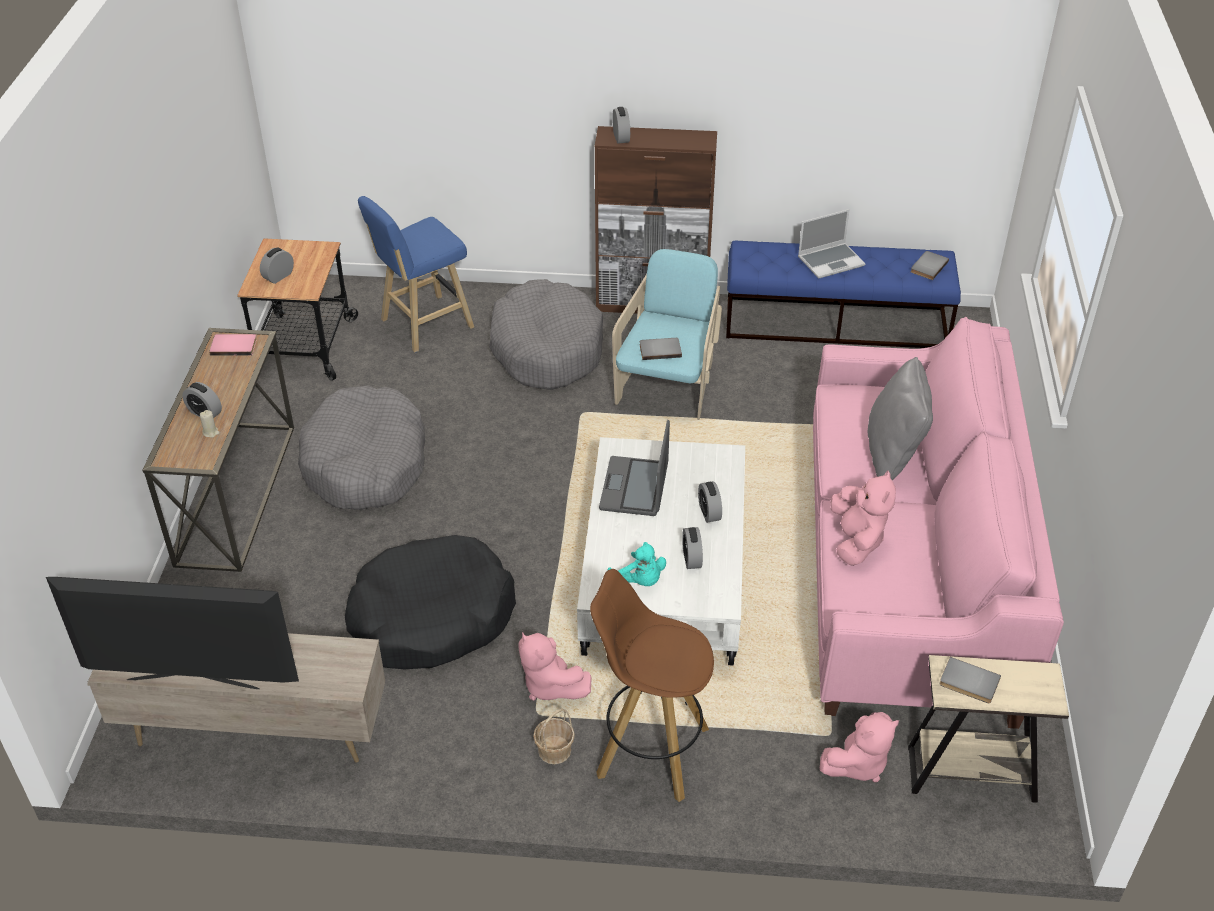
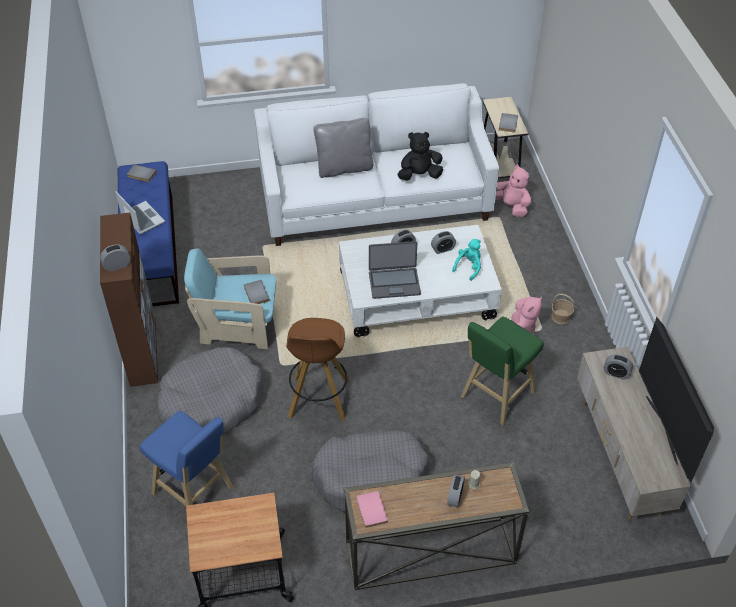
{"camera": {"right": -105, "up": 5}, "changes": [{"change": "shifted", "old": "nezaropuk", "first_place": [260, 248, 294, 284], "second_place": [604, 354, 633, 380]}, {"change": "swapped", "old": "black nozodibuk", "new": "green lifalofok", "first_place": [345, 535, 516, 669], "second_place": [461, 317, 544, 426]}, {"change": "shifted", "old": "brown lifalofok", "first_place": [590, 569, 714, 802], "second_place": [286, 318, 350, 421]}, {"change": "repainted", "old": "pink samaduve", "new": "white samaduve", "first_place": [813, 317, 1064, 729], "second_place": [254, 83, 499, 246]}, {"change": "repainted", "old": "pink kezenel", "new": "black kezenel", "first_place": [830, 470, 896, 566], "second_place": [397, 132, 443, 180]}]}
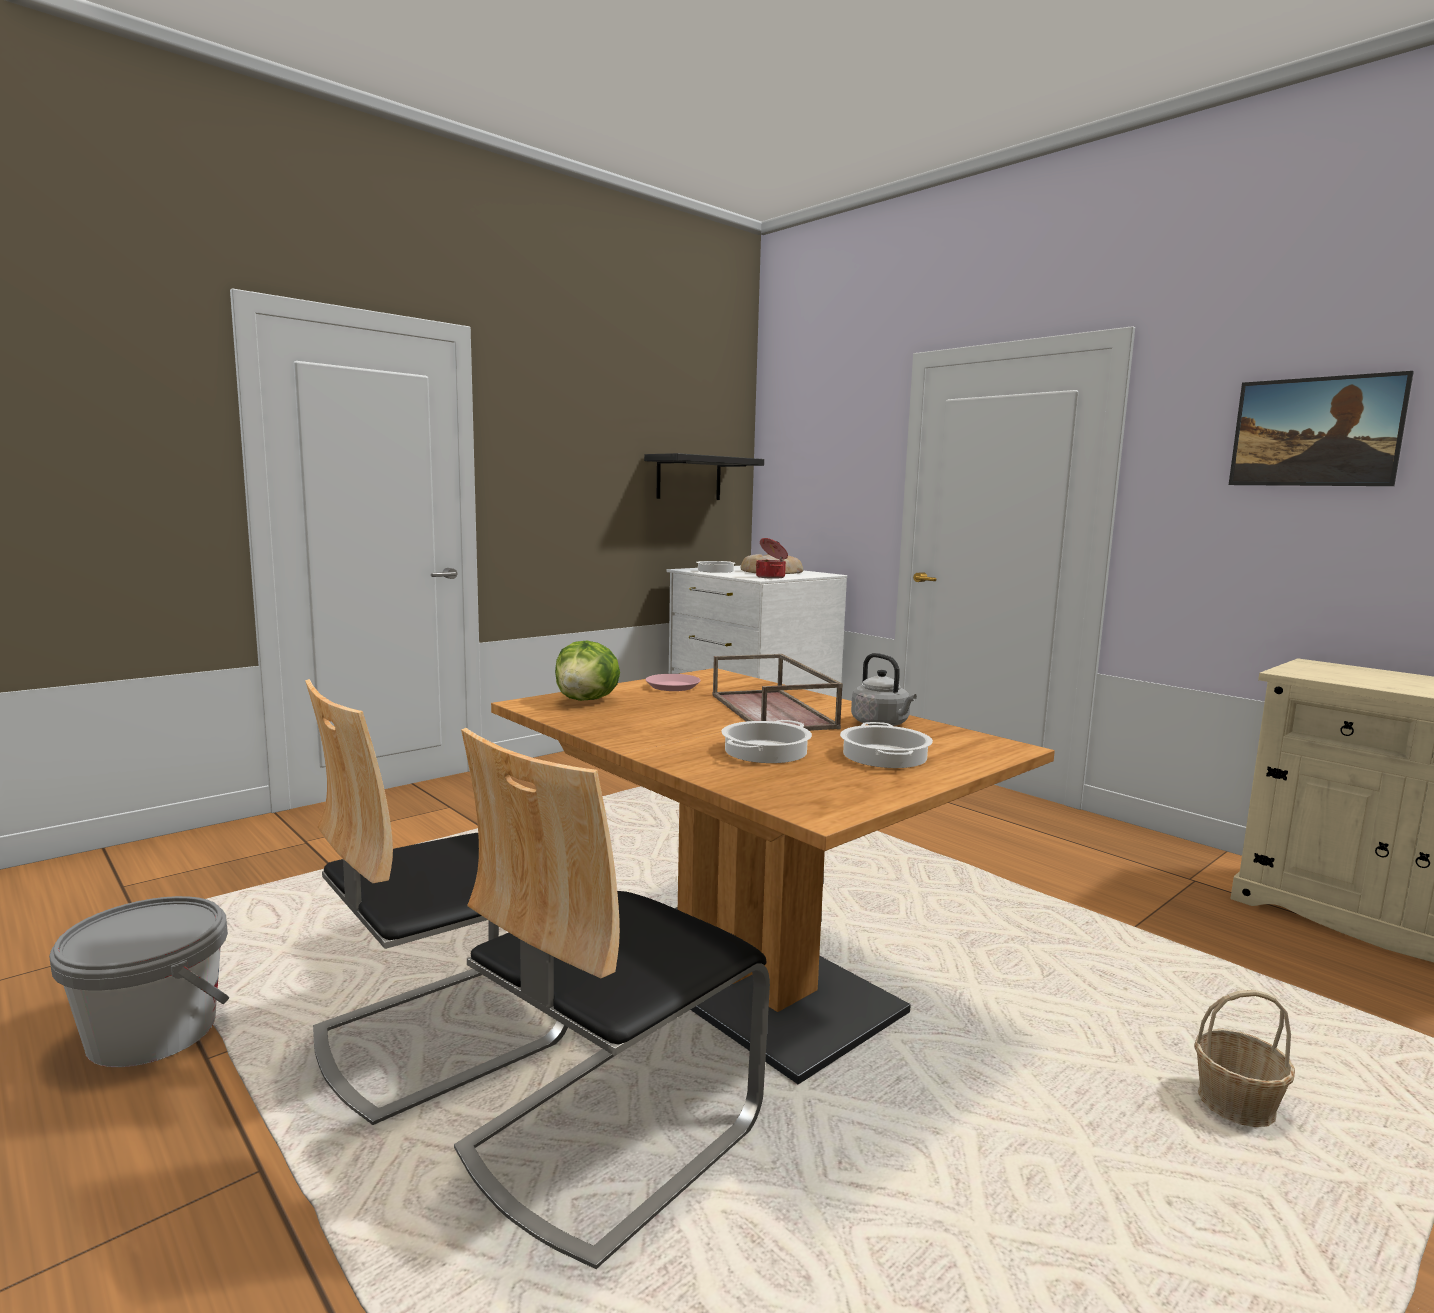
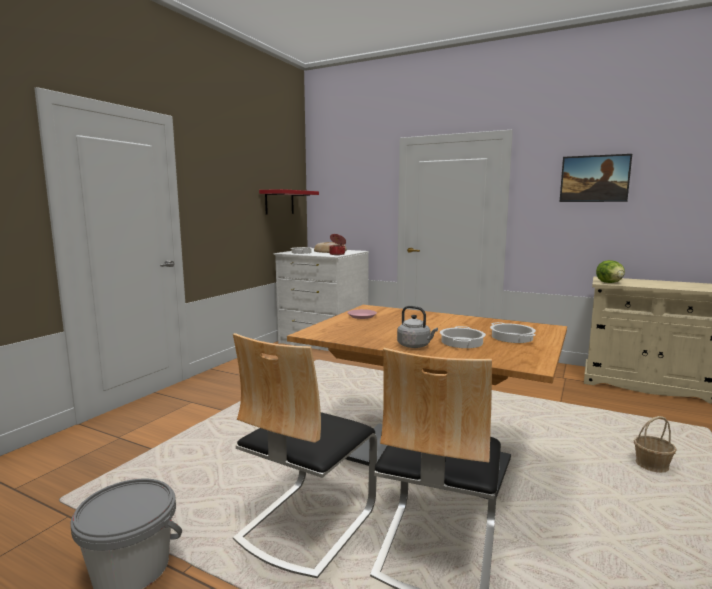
{"camera": {"right": -20, "up": 0}, "changes": [{"change": "shifted", "old": "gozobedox", "first_place": [555, 641, 620, 701], "second_place": [596, 260, 625, 283]}, {"change": "repainted", "old": "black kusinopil", "new": "red kusinopil", "first_place": [644, 453, 764, 500], "second_place": [259, 189, 319, 214]}, {"change": "gone", "old": "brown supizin", "first_place": [713, 654, 843, 731]}, {"change": "shifted", "old": "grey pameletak", "first_place": [851, 653, 917, 726], "second_place": [397, 306, 438, 348]}]}
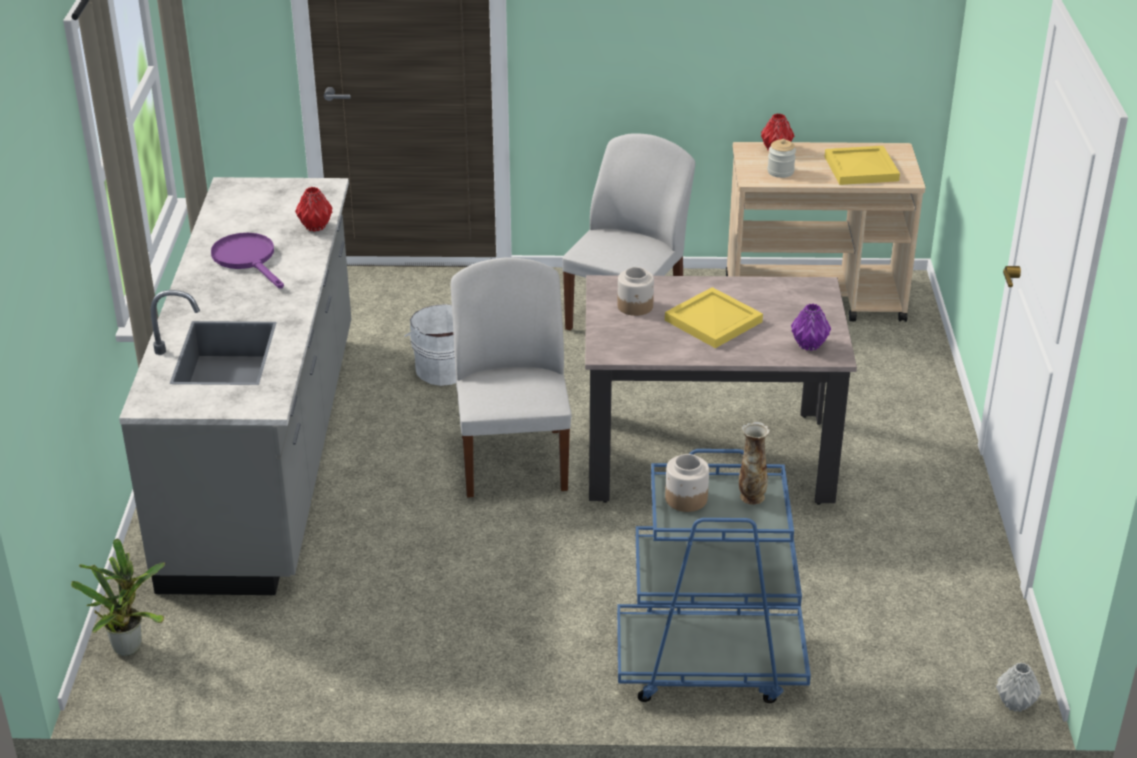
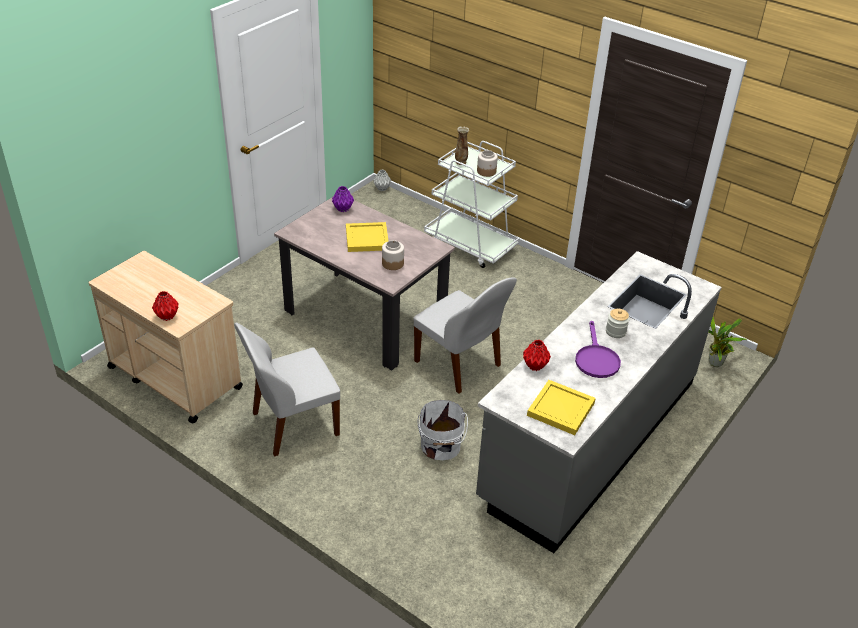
{"camera": {"right": -145, "up": 5}, "changes": [{"change": "rotated", "old": "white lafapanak", "first_place": [451, 257, 571, 498], "second_place": [413, 277, 517, 394], "degrees": -75}, {"change": "repainted", "old": "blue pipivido", "new": "white pipivido", "first_place": [617, 449, 811, 703], "second_place": [424, 141, 520, 268]}, {"change": "shifted", "old": "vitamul", "first_place": [767, 139, 796, 178], "second_place": [606, 309, 630, 338]}, {"change": "shifted", "old": "yellow supizin", "first_place": [825, 146, 900, 185], "second_place": [527, 380, 596, 435]}]}
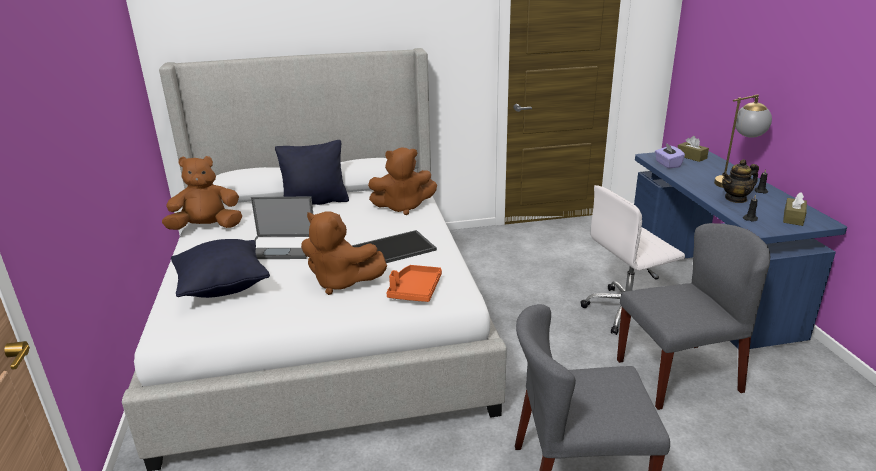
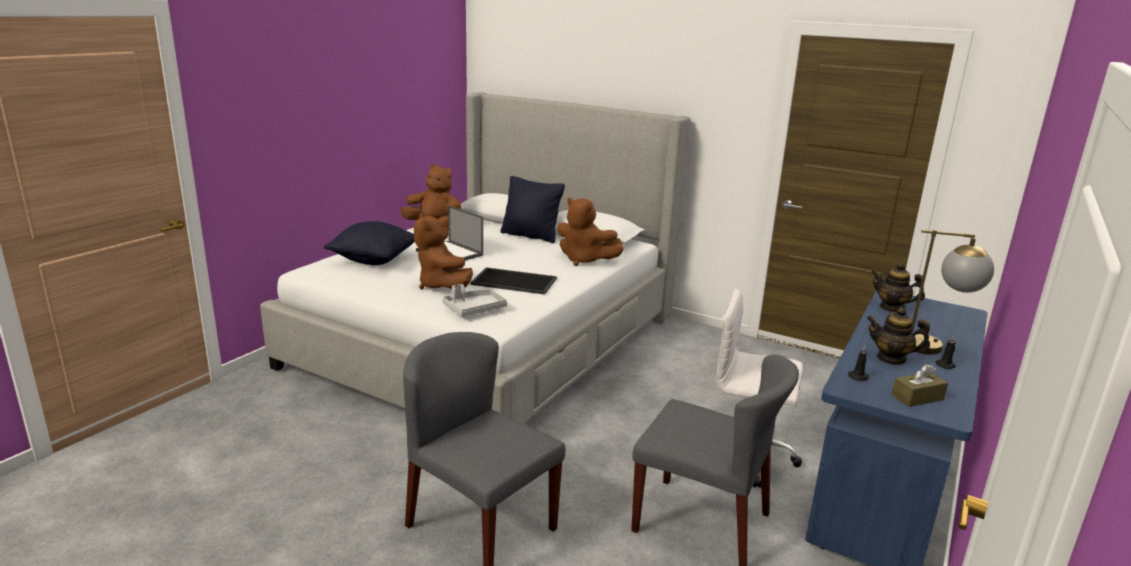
{"camera": {"right": 40, "up": -5}, "changes": [{"change": "repainted", "old": "orange supizin", "new": "grey supizin", "first_place": [387, 265, 442, 302], "second_place": [442, 284, 507, 317]}, {"change": "swapped", "old": "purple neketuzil", "new": "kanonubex", "first_place": [655, 142, 685, 169], "second_place": [871, 263, 925, 312]}, {"change": "gone", "old": "brown neketuzil", "first_place": [678, 136, 709, 162]}]}
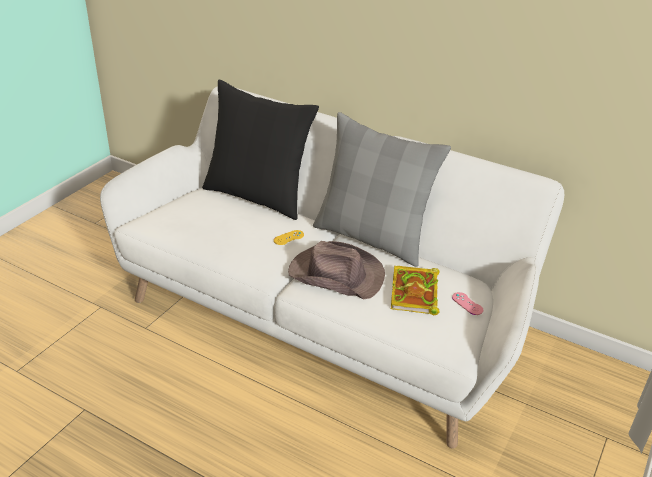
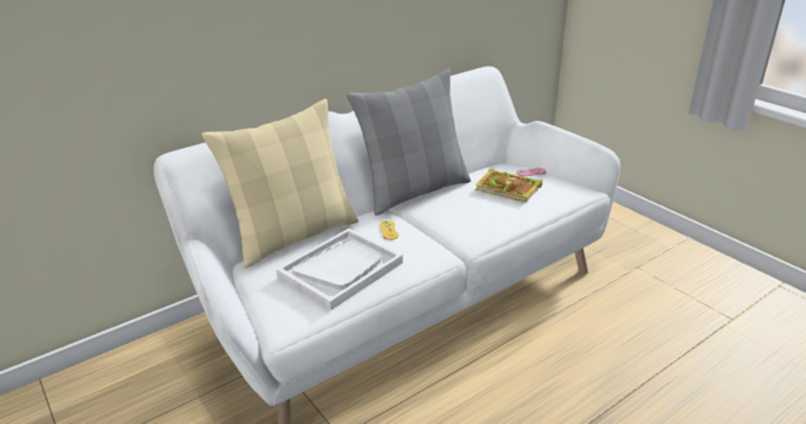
{"camera": {"right": -65, "up": -5}, "changes": [{"change": "repainted", "old": "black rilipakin", "new": "beige rilipakin", "first_place": [202, 80, 319, 220], "second_place": [202, 99, 359, 268]}, {"change": "gone", "old": "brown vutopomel", "first_place": [288, 241, 385, 300]}, {"change": "new", "new": "white supizin", "second_place": [276, 228, 403, 310]}]}
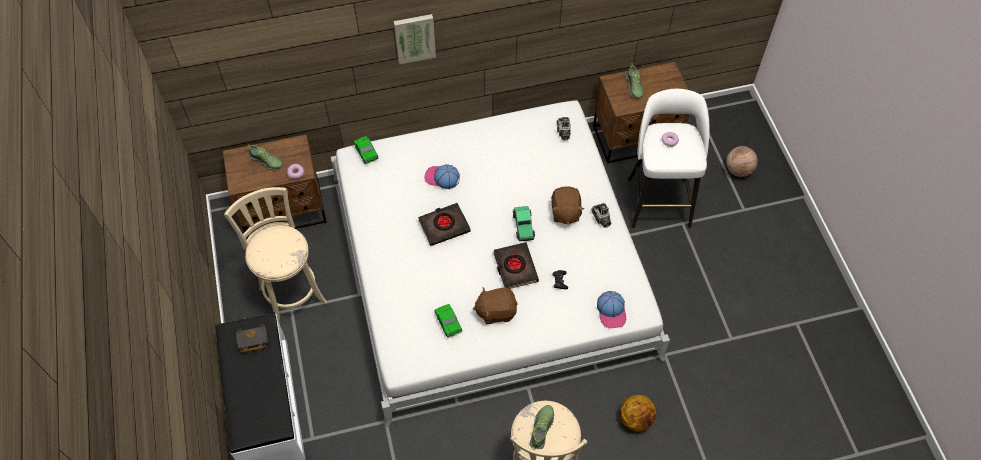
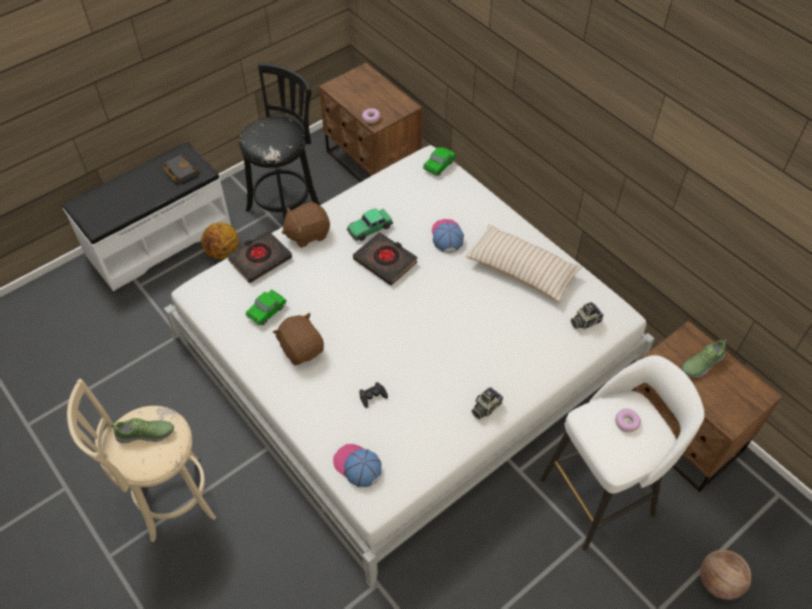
{"camera": {"right": 65, "up": -5}, "changes": [{"change": "repainted", "old": "beige lifalofok", "new": "black lifalofok", "first_place": [224, 187, 327, 322], "second_place": [239, 63, 321, 220]}, {"change": "gone", "old": "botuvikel", "first_place": [248, 144, 283, 170]}, {"change": "gone", "old": "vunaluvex", "first_place": [394, 14, 436, 64]}, {"change": "shifted", "old": "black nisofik", "first_place": [494, 242, 539, 289], "second_place": [227, 230, 292, 283]}, {"change": "shifted", "old": "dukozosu", "first_place": [513, 206, 535, 241], "second_place": [347, 208, 393, 241]}, {"change": "shifted", "old": "brown kezenel", "first_place": [551, 186, 584, 225], "second_place": [282, 202, 330, 248]}, {"change": "rotated", "old": "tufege", "first_place": [597, 291, 626, 328], "second_place": [333, 444, 382, 487], "degrees": 75}, {"change": "shifted", "old": "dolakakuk", "first_place": [620, 395, 657, 432], "second_place": [201, 223, 238, 259]}, {"change": "new", "new": "beige rilipakin", "second_place": [465, 224, 582, 302]}]}
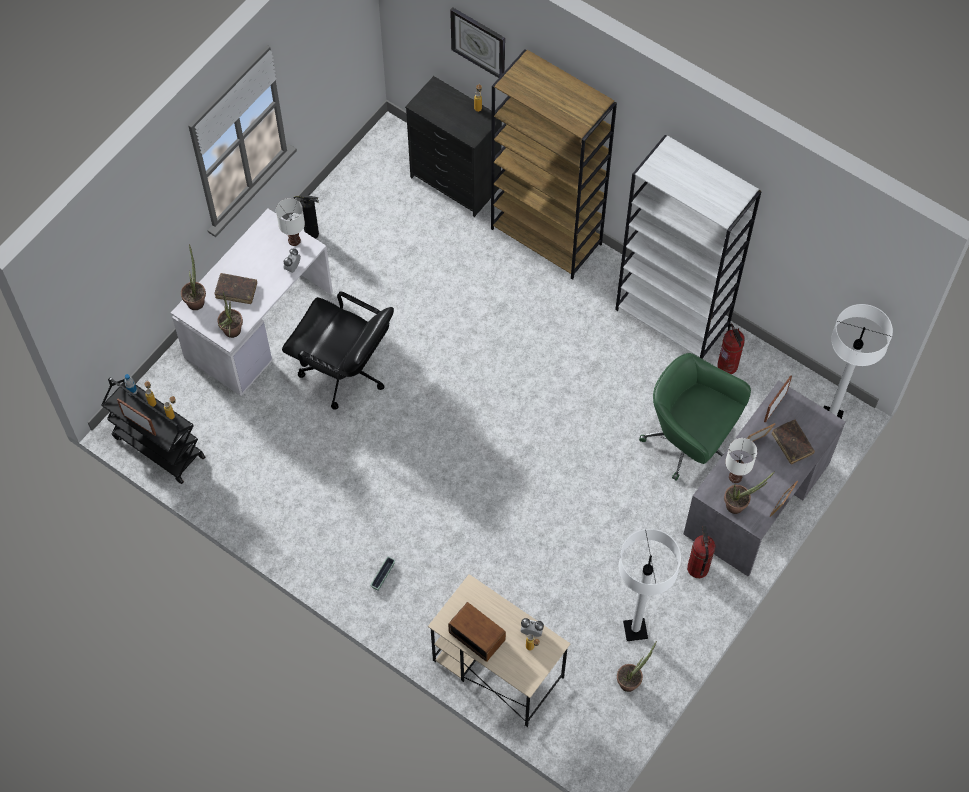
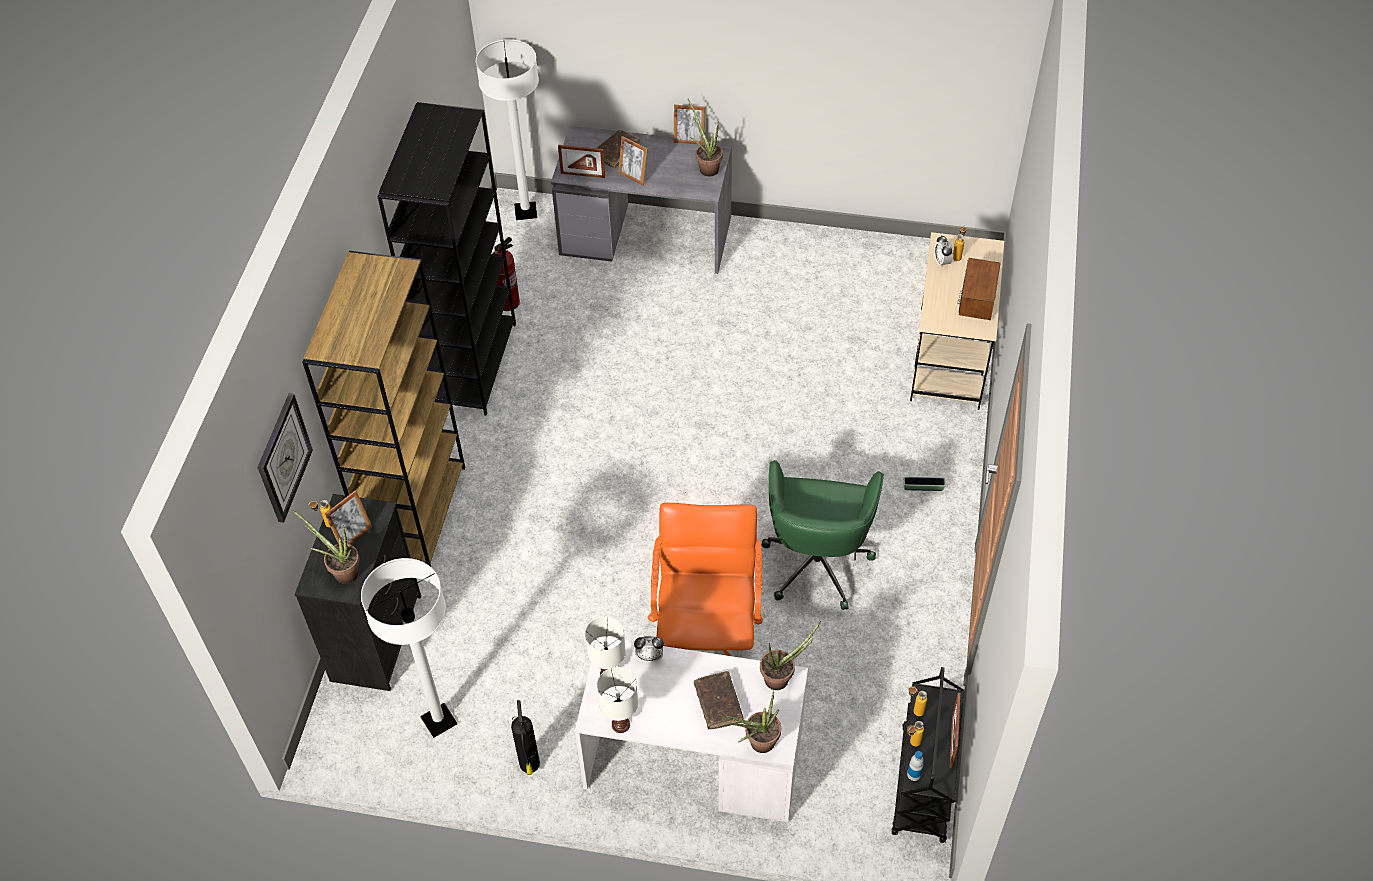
{"camera": {"right": -115, "up": -10}, "changes": [{"change": "repainted", "old": "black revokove", "new": "orange revokove", "first_place": [282, 291, 394, 410], "second_place": [648, 503, 763, 656]}, {"change": "repainted", "old": "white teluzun", "new": "black teluzun", "first_place": [615, 135, 762, 359], "second_place": [378, 102, 516, 416]}, {"change": "shifted", "old": "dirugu", "first_place": [617, 641, 657, 692], "second_place": [292, 510, 360, 584]}, {"change": "shifted", "old": "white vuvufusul", "first_place": [619, 529, 681, 641], "second_place": [361, 558, 457, 738]}, {"change": "shifted", "old": "green revokove", "first_place": [639, 353, 751, 481], "second_place": [761, 460, 884, 610]}, {"change": "gone", "old": "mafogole", "first_place": [687, 526, 715, 578]}, {"change": "shifted", "old": "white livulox", "first_place": [725, 438, 757, 483], "second_place": [597, 667, 638, 733]}, {"change": "new", "new": "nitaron", "second_place": [324, 490, 372, 544]}]}
